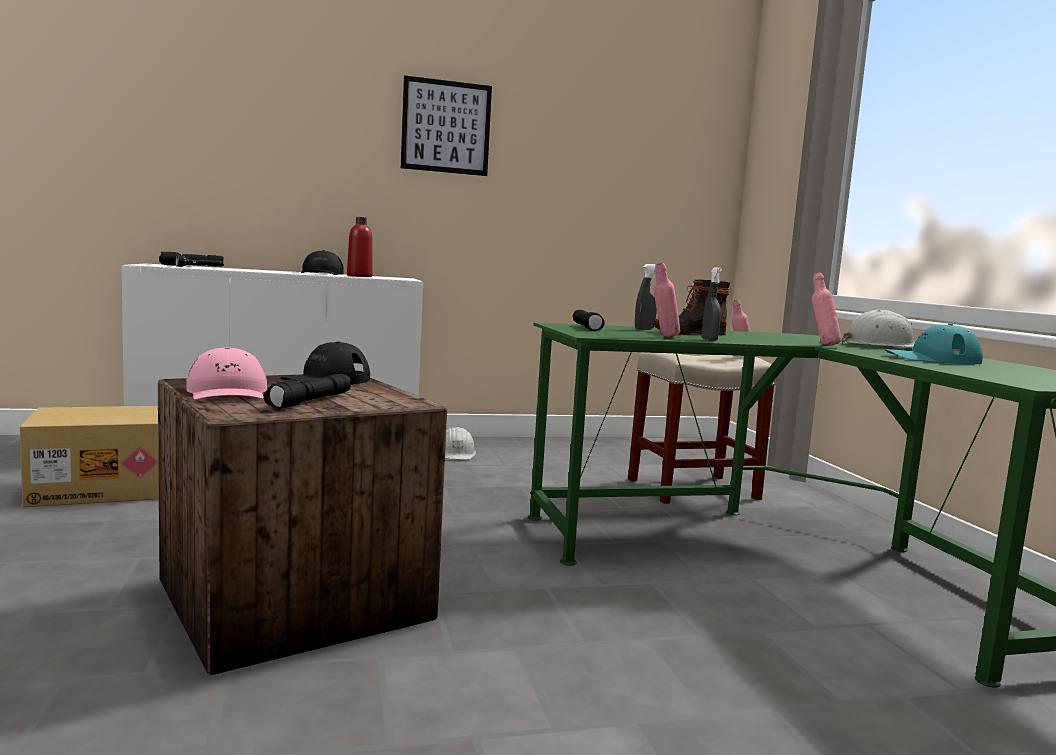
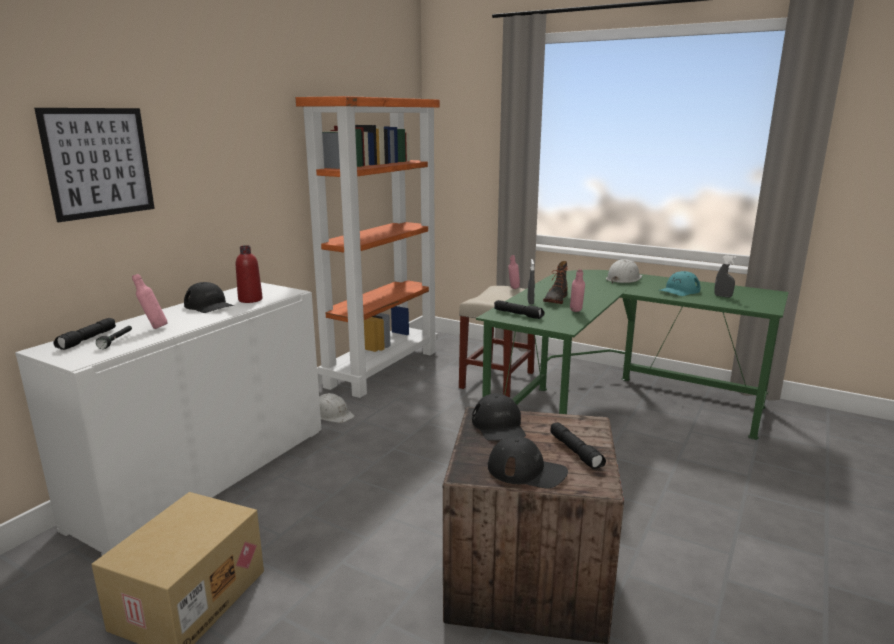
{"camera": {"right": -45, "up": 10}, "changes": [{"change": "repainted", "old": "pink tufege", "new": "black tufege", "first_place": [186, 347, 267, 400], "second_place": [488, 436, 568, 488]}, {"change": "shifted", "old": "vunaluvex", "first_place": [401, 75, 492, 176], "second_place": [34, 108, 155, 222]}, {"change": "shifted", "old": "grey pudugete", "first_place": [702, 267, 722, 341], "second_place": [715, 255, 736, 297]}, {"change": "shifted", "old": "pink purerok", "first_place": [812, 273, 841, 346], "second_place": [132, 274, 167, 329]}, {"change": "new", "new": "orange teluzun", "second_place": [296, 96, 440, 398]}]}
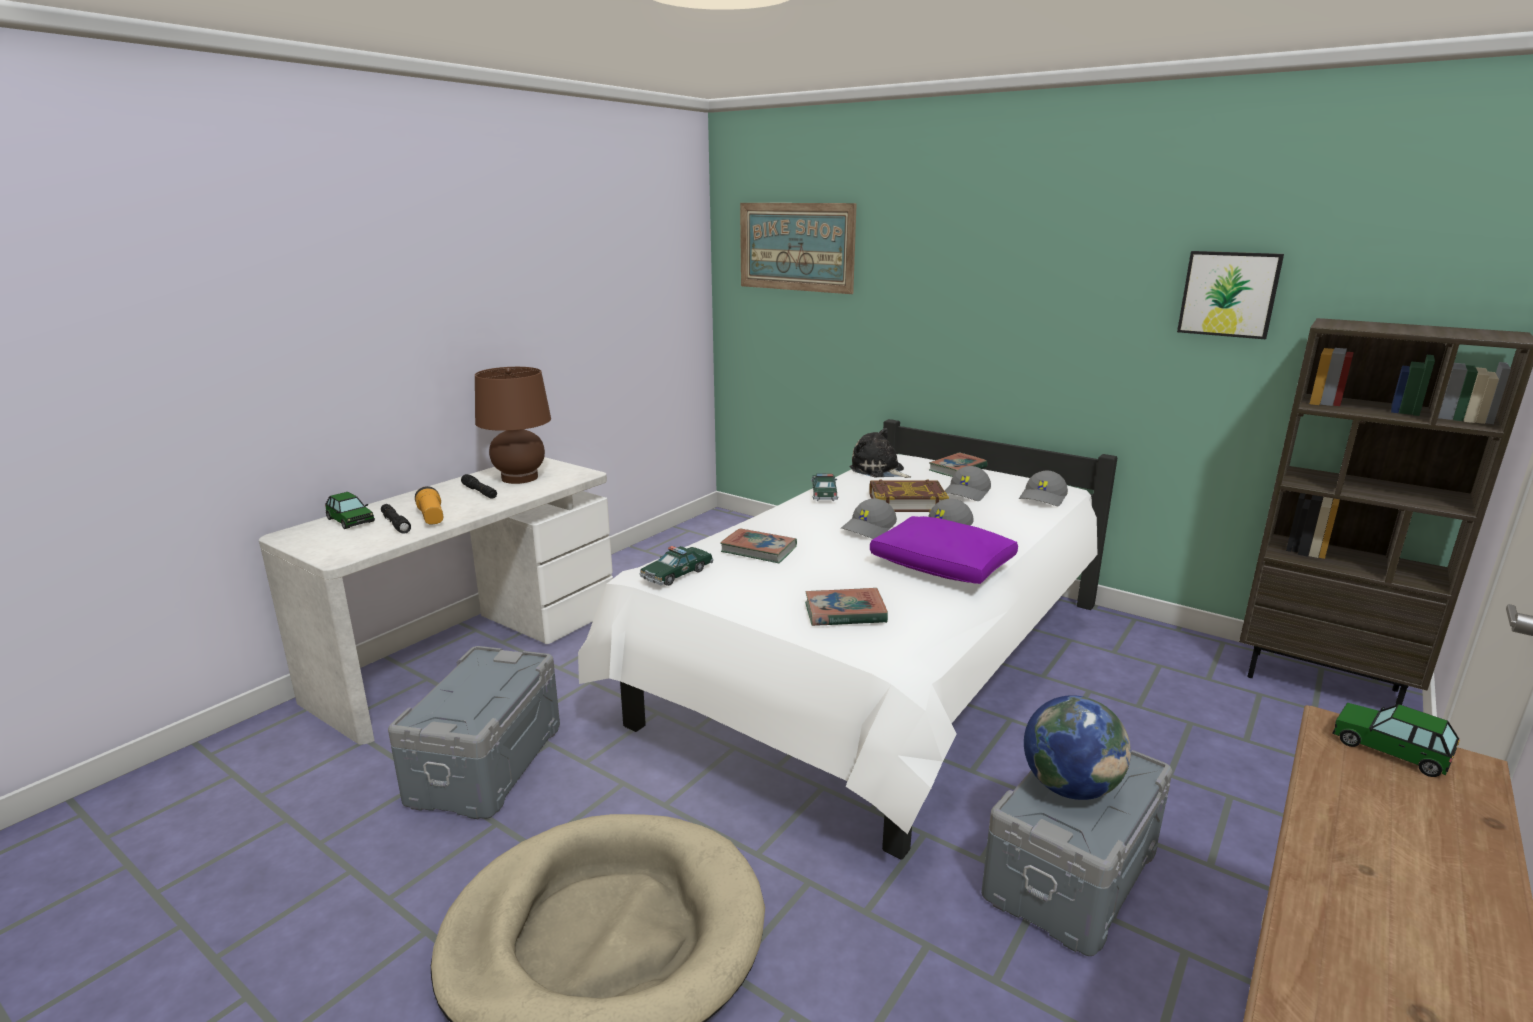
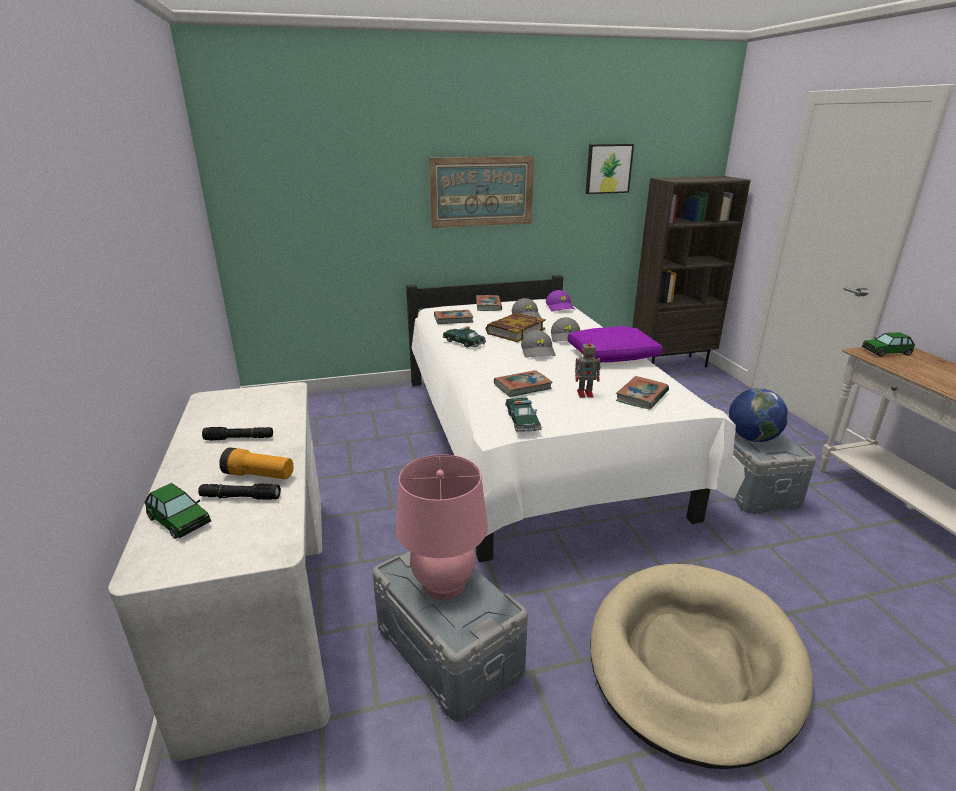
{"camera": {"right": -50, "up": 5}, "changes": [{"change": "rotated", "old": "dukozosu", "first_place": [325, 492, 375, 529], "second_place": [145, 483, 211, 539], "degrees": 45}, {"change": "gone", "old": "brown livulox", "first_place": [475, 367, 551, 484]}, {"change": "shifted", "old": "vunaluvex", "first_place": [740, 203, 857, 294], "second_place": [429, 156, 534, 228]}, {"change": "swapped", "old": "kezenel", "new": "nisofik", "first_place": [850, 428, 911, 478], "second_place": [434, 310, 473, 324]}, {"change": "repainted", "old": "grey tufege", "new": "purple tufege", "first_place": [1019, 470, 1068, 506], "second_place": [546, 290, 575, 312]}, {"change": "new", "new": "pink livulox", "second_place": [396, 454, 488, 600]}, {"change": "new", "new": "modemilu", "second_place": [575, 338, 601, 398]}]}
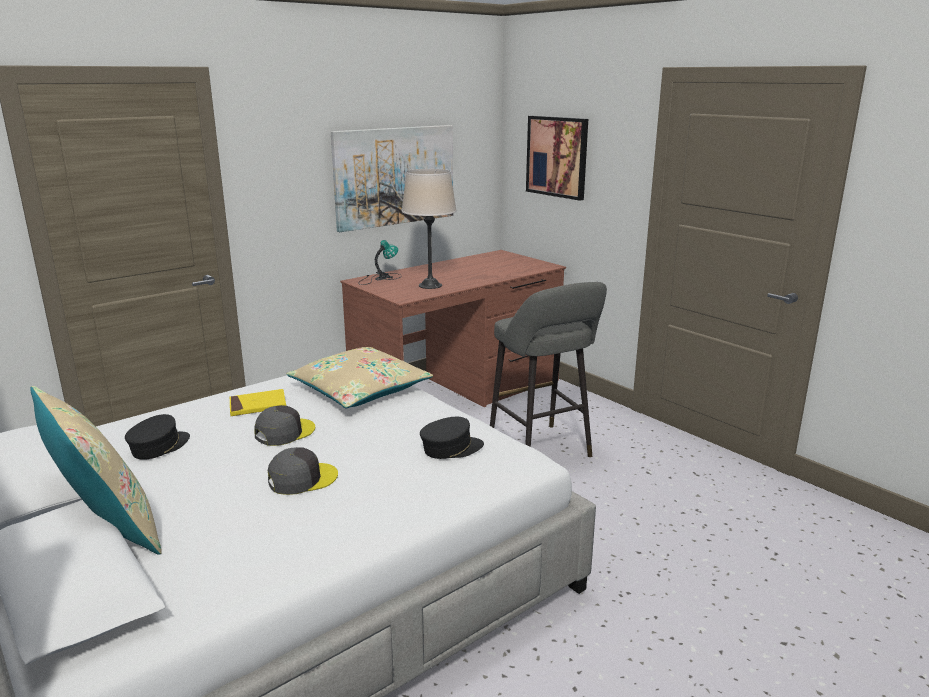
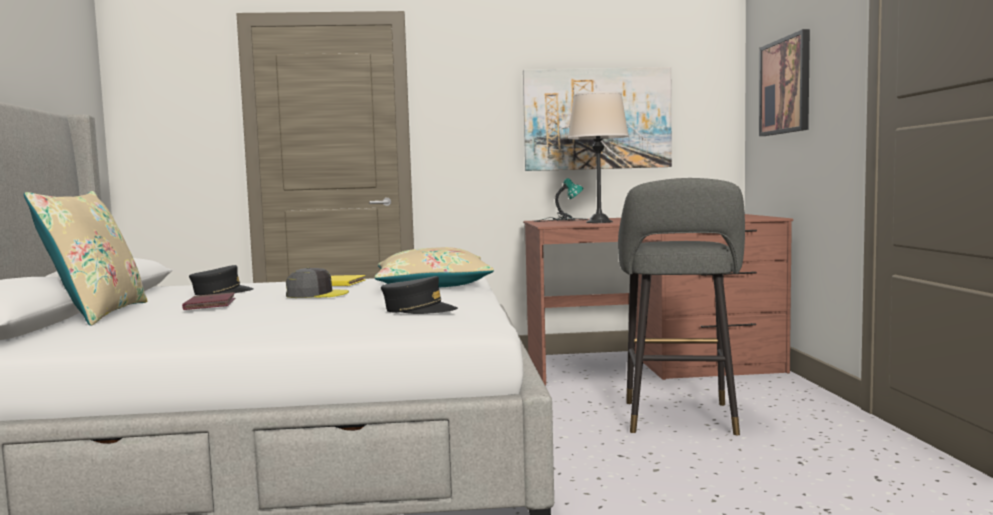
{"camera": {"right": 35, "up": -15}, "changes": [{"change": "gone", "old": "grey tufege", "first_place": [268, 447, 338, 495]}, {"change": "new", "new": "red nisofik", "second_place": [182, 292, 236, 310]}]}
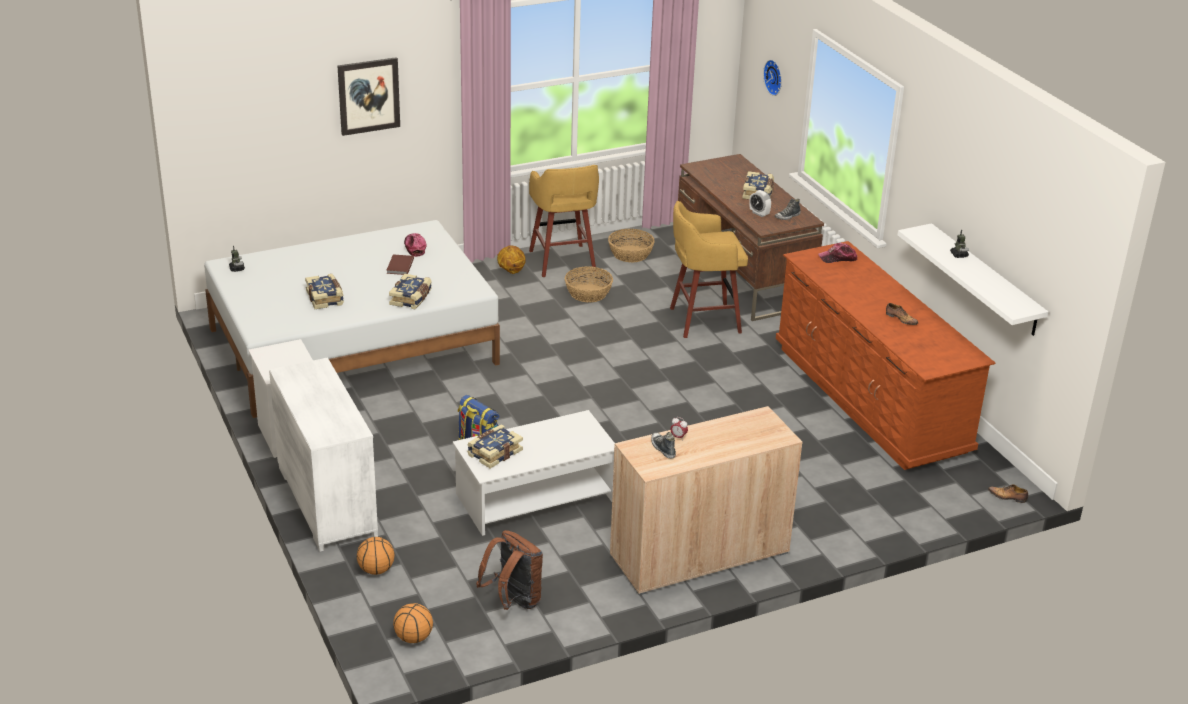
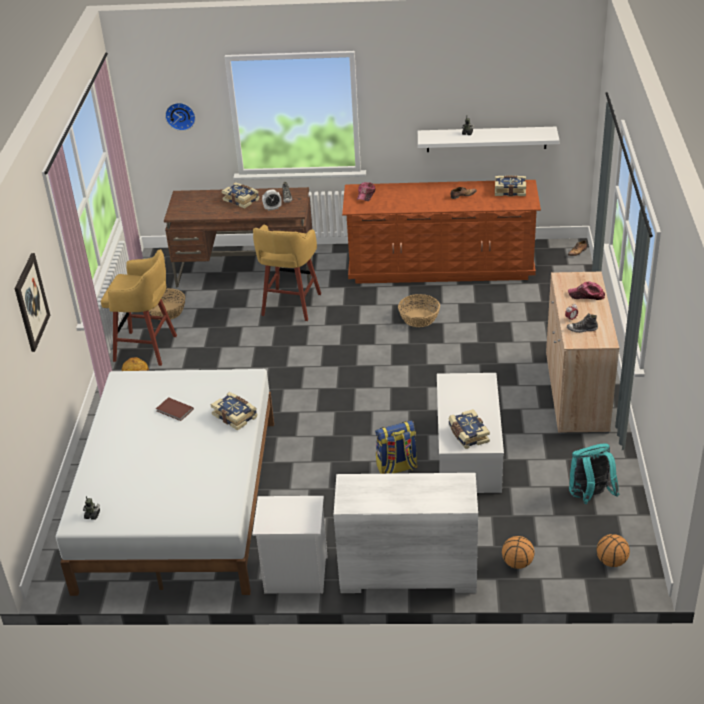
{"camera": {"right": -60, "up": 5}, "changes": [{"change": "shifted", "old": "nisofik", "first_place": [305, 274, 344, 309], "second_place": [495, 176, 526, 196]}, {"change": "shifted", "old": "tufege", "first_place": [404, 233, 427, 257], "second_place": [568, 282, 605, 300]}, {"change": "repainted", "old": "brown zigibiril", "new": "turquoise zigibiril", "first_place": [476, 530, 543, 610], "second_place": [569, 443, 619, 504]}, {"change": "shifted", "old": "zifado", "first_place": [565, 267, 613, 302], "second_place": [398, 294, 440, 327]}]}
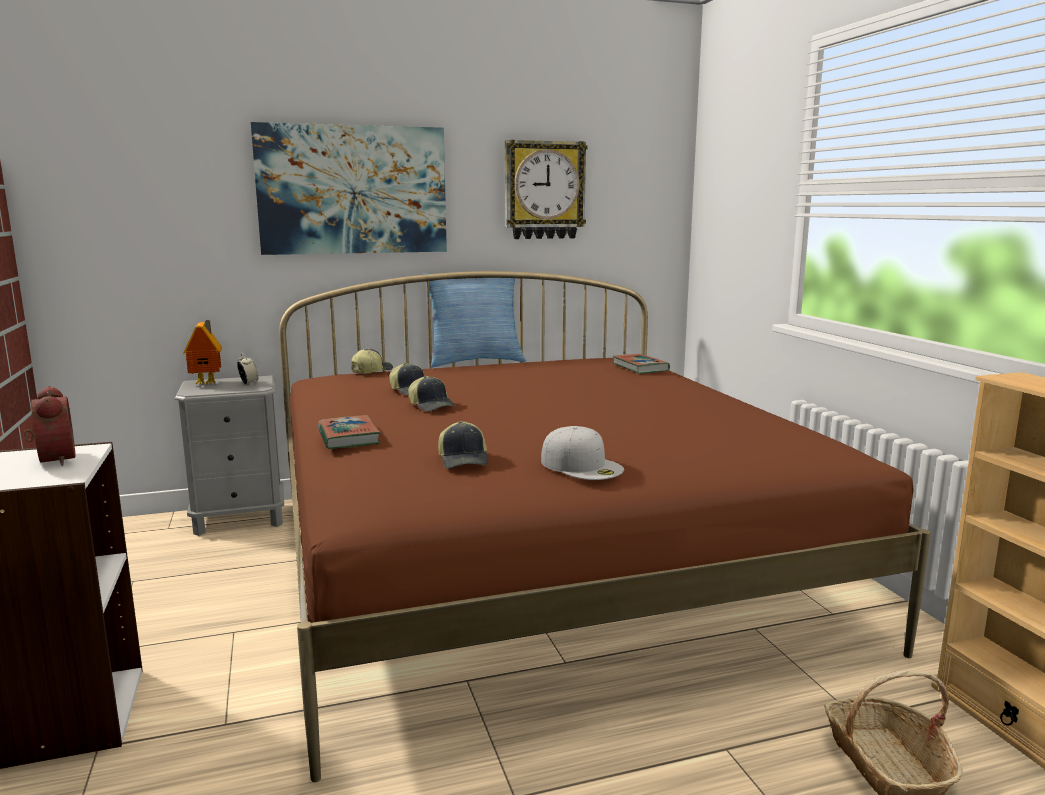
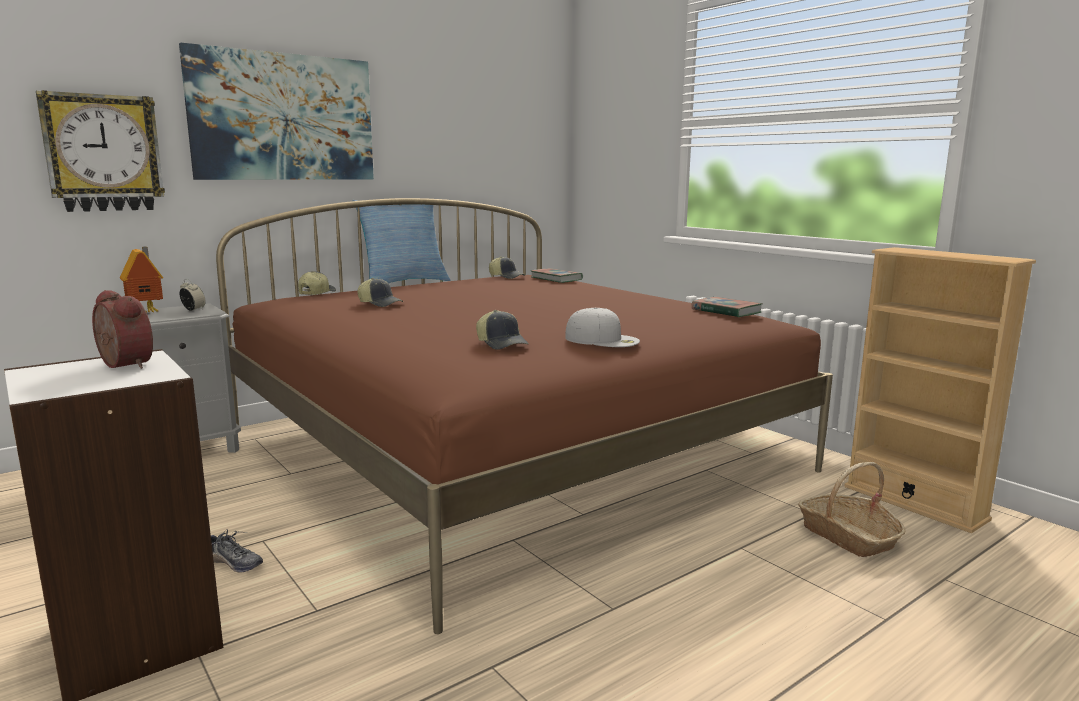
{"camera": {"right": -20, "up": 0}, "changes": [{"change": "shifted", "old": "nisofik", "first_place": [318, 415, 381, 449], "second_place": [691, 297, 763, 317]}, {"change": "shifted", "old": "tufege", "first_place": [408, 376, 456, 412], "second_place": [489, 256, 525, 279]}, {"change": "shifted", "old": "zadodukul", "first_place": [505, 140, 588, 239], "second_place": [36, 90, 165, 212]}, {"change": "new", "new": "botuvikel", "second_place": [211, 529, 263, 572]}]}
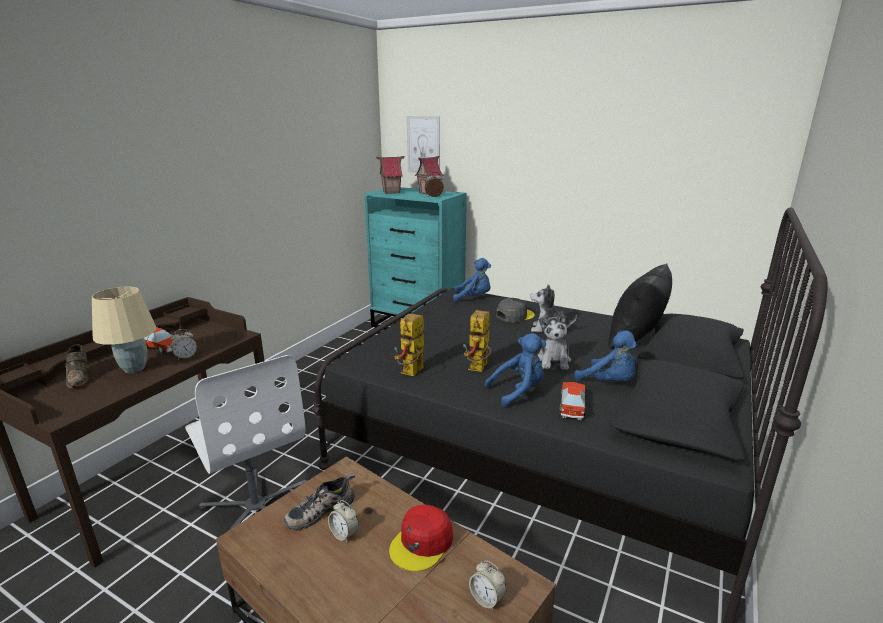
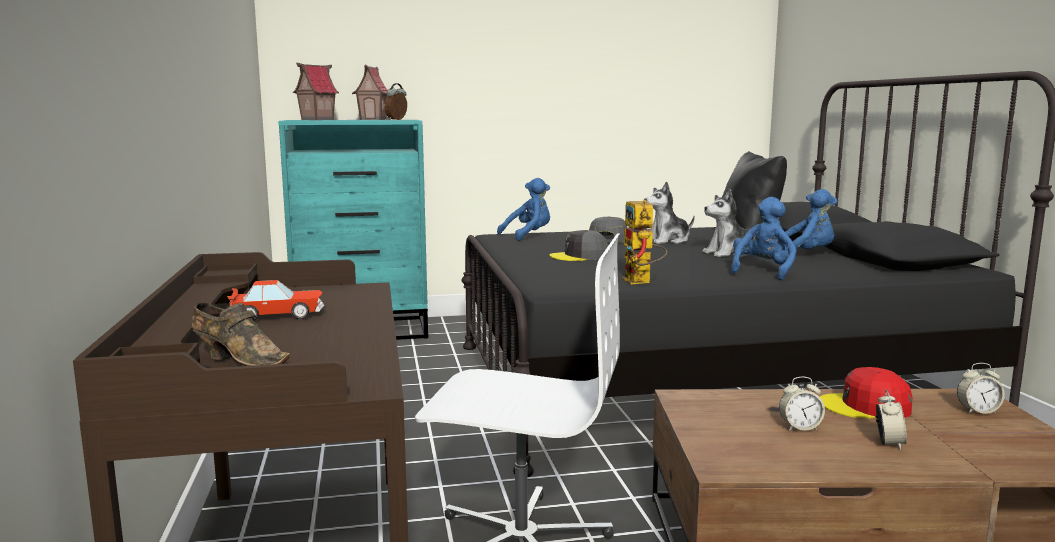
{"camera": {"right": -40, "up": -10}, "changes": [{"change": "gone", "old": "beige livulox", "first_place": [92, 287, 157, 373]}, {"change": "shifted", "old": "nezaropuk", "first_place": [171, 329, 197, 360], "second_place": [876, 390, 907, 450]}, {"change": "gone", "old": "botuvikel", "first_place": [284, 474, 355, 530]}, {"change": "rotated", "old": "red tufege", "first_place": [389, 504, 453, 571], "second_place": [820, 367, 913, 418], "degrees": 105}, {"change": "gone", "old": "vunaluvex", "first_place": [406, 116, 440, 173]}, {"change": "gone", "old": "modemilu", "first_place": [463, 310, 491, 372]}, {"change": "rotated", "old": "kezenel", "first_place": [538, 312, 571, 370], "second_place": [702, 189, 756, 257], "degrees": 105}, {"change": "gone", "old": "dukozosu", "first_place": [559, 382, 586, 420]}, {"change": "new", "new": "grey tufege", "second_place": [549, 230, 608, 261]}]}
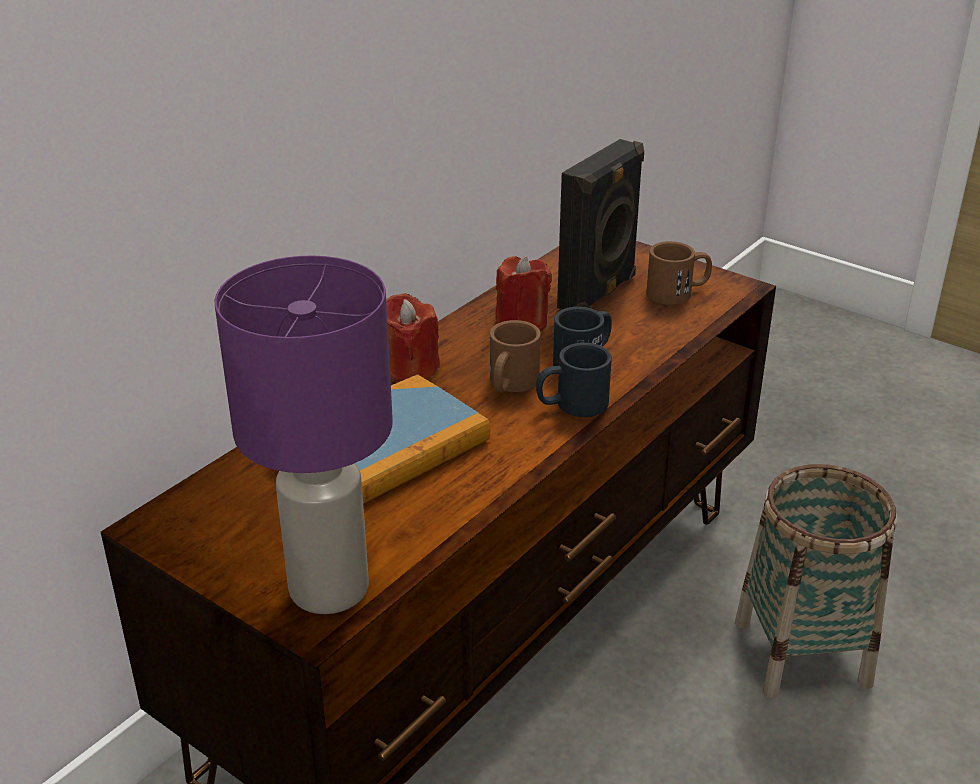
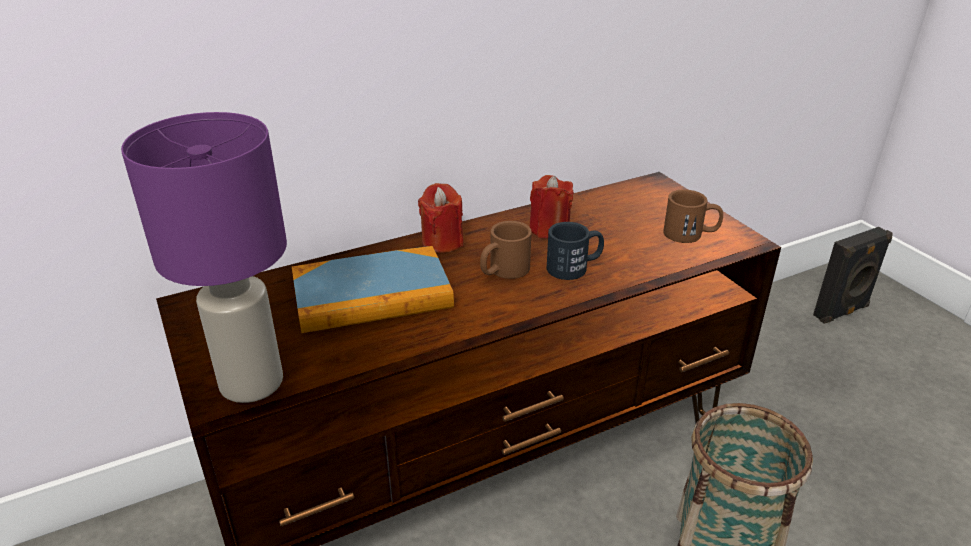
{"camera": {"right": 25, "up": 0}, "changes": [{"change": "gone", "old": "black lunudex", "first_place": [536, 343, 612, 417]}, {"change": "shifted", "old": "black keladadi", "first_place": [557, 139, 644, 310], "second_place": [813, 227, 892, 324]}]}
